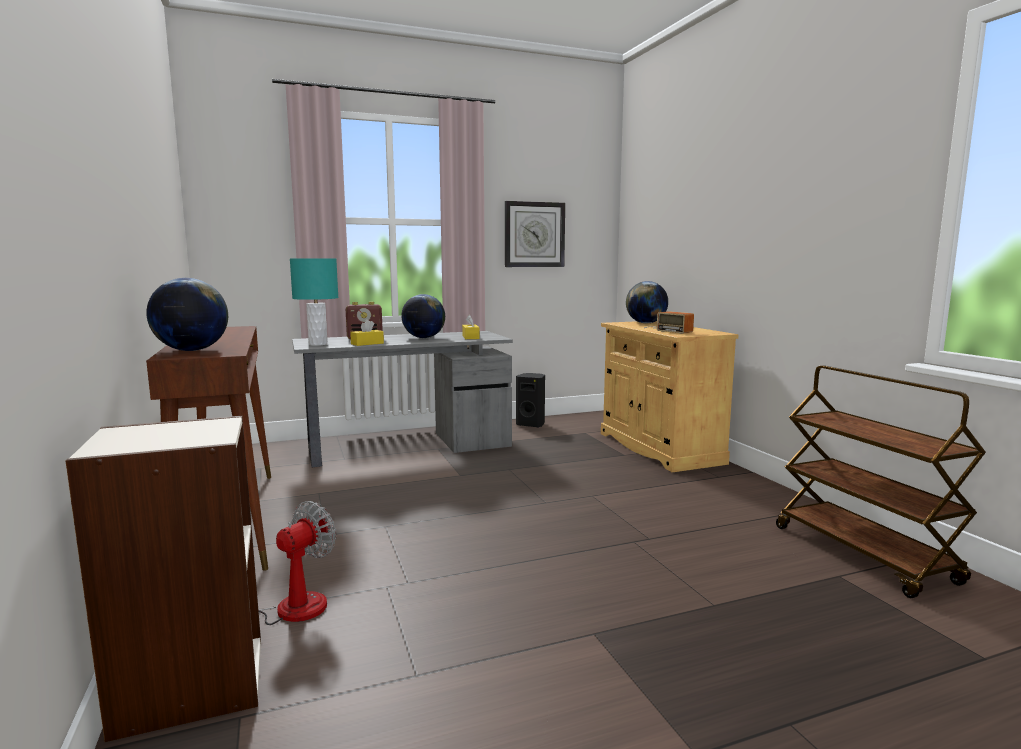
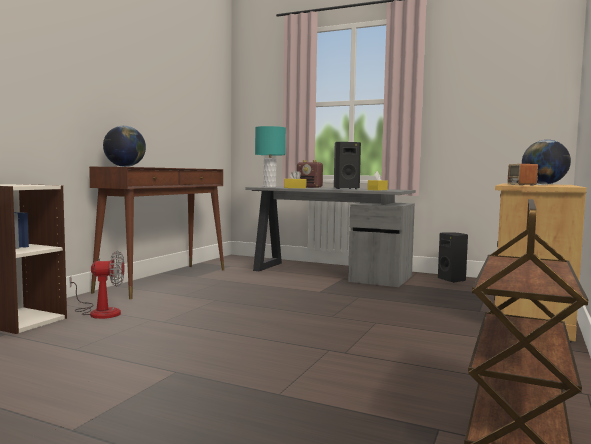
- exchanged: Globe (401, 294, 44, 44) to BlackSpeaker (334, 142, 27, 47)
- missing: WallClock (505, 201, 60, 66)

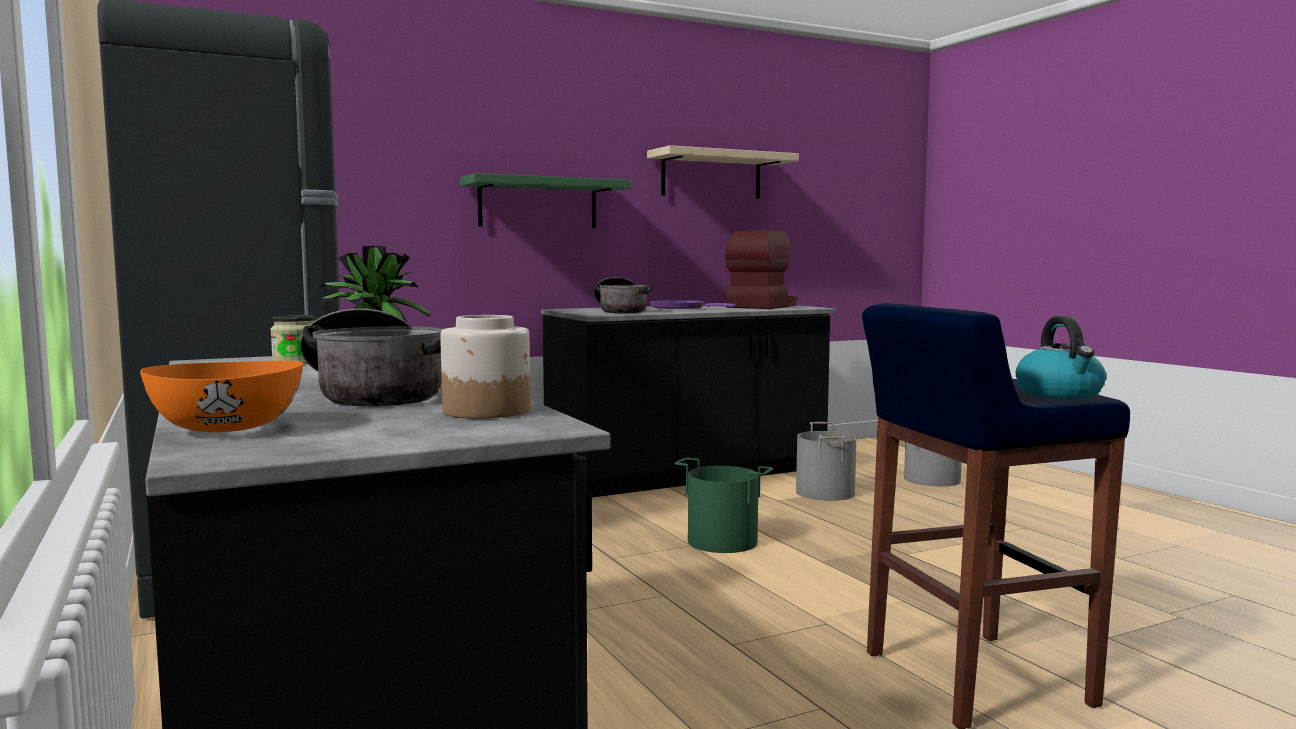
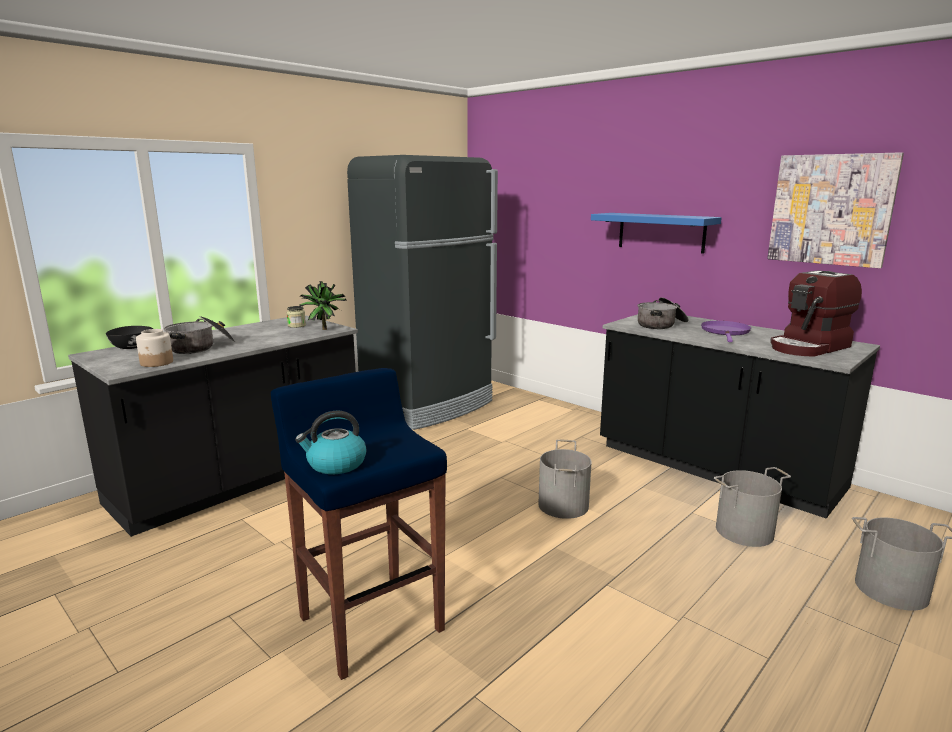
- colour: OrangeBowl (140, 361, 163, 71) to BlackBowl (106, 326, 47, 23)
- colour: GreenShelf (460, 173, 171, 55) to BlueShelf (591, 213, 131, 41)
- exchanged: BeigeShelf (647, 145, 152, 54) to Picture (767, 152, 137, 116)
- colour: GreenBucket (674, 458, 99, 95) to GreyBucket (538, 440, 54, 79)
- spun: CoffeeMachine (725, 229, 73, 80) = (770, 270, 92, 87) 135 degrees clockwise

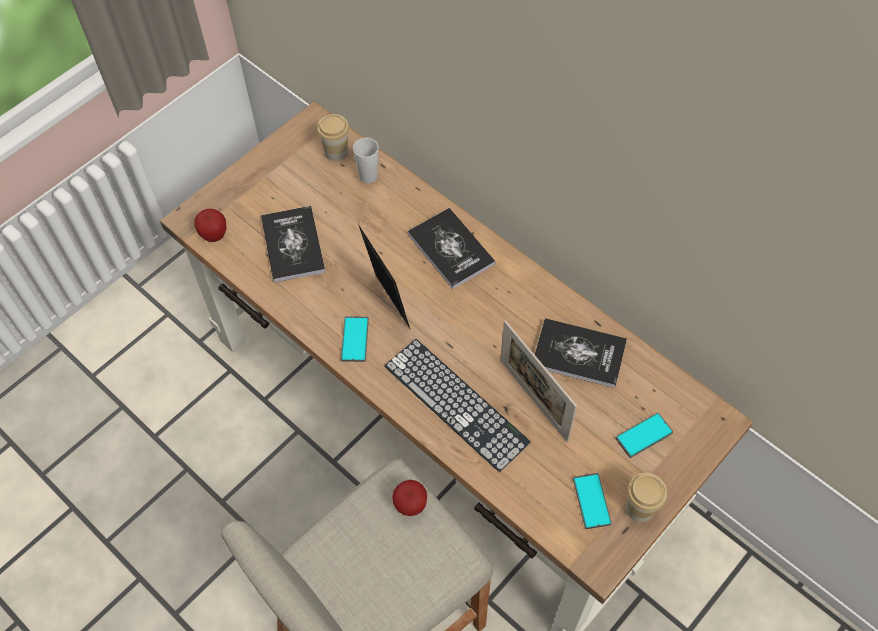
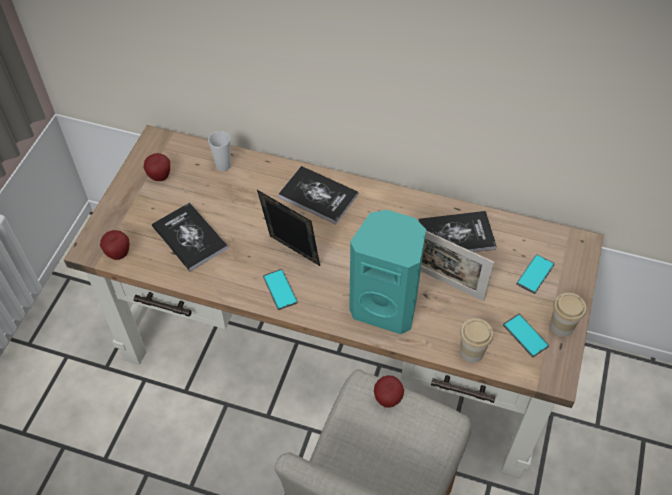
- relocated: Cup (317, 114, 32, 47) to (460, 318, 33, 45)
- exchanged: Keyboard (384, 339, 146, 133) to TurquoiseSpeaker (349, 210, 77, 124)
- appeared: Apple (144, 153, 26, 28)

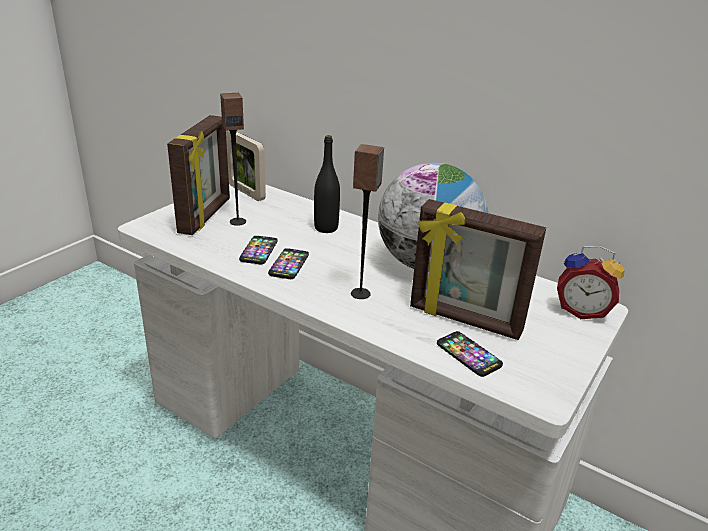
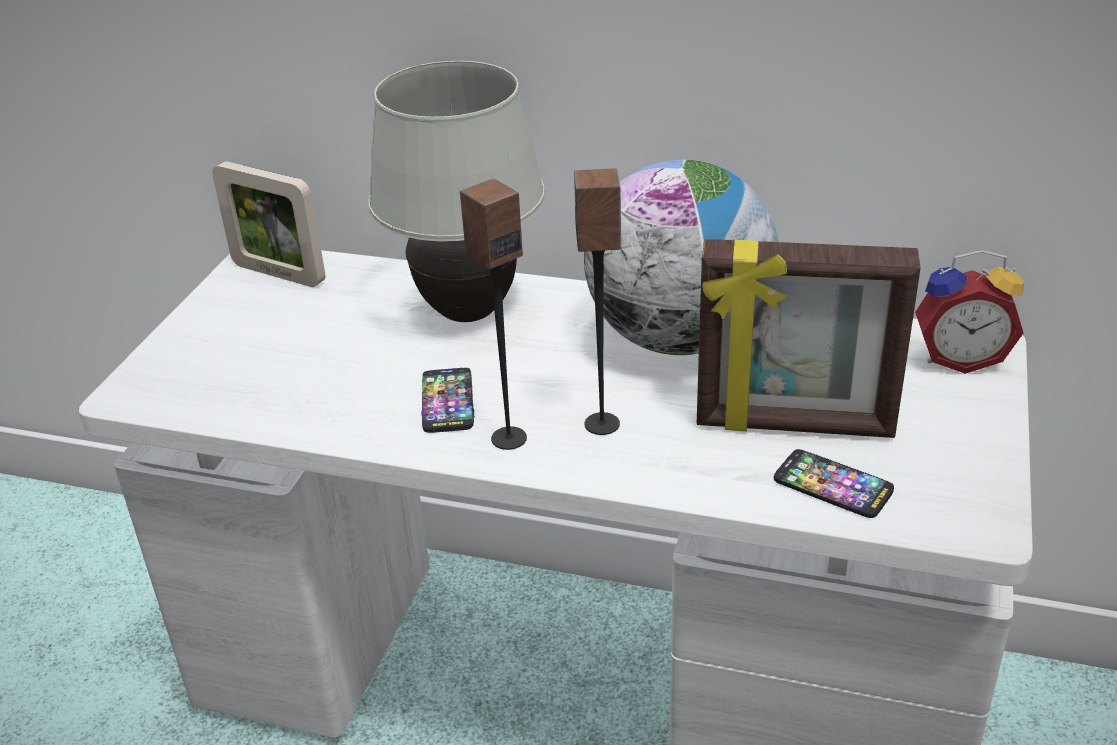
- missing: PictureFrame (167, 115, 63, 120)
- relocated: Speaker (220, 93, 26, 133) to (460, 178, 67, 272)
- missing: Phone (239, 236, 38, 28)
- exchanged: BlackBottle (314, 135, 26, 98) to WhiteTableLamp (368, 61, 177, 261)

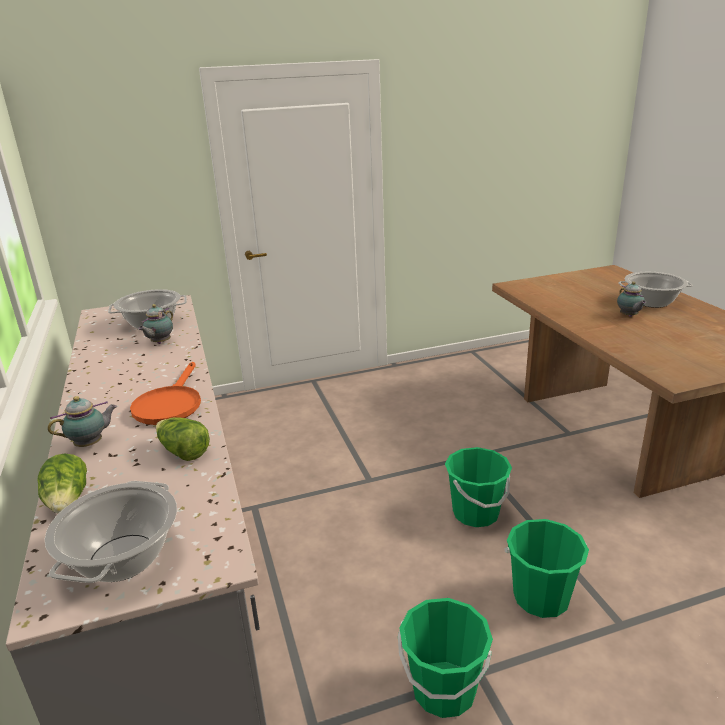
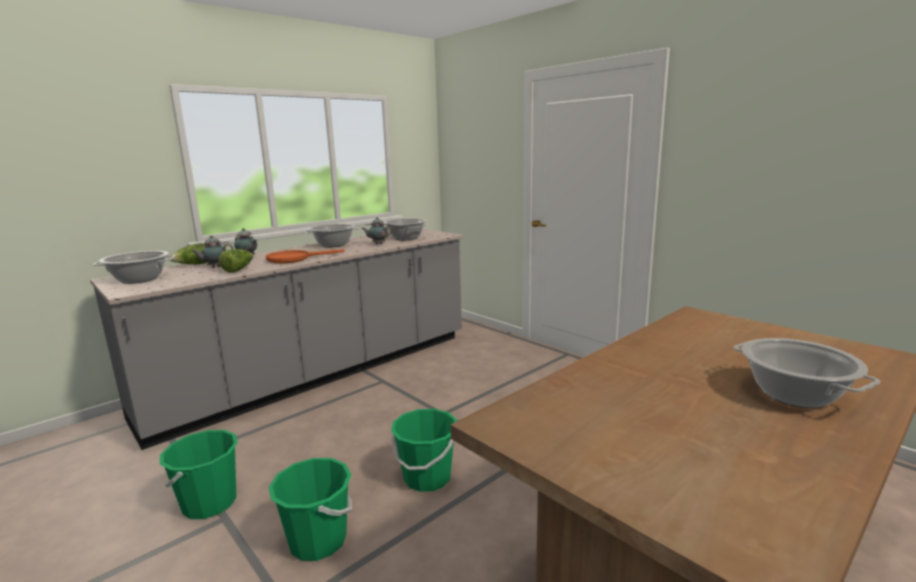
- relocated: Teapot (617, 282, 29, 35) to (191, 235, 42, 33)
- appeared: CookingPot (304, 224, 56, 23)

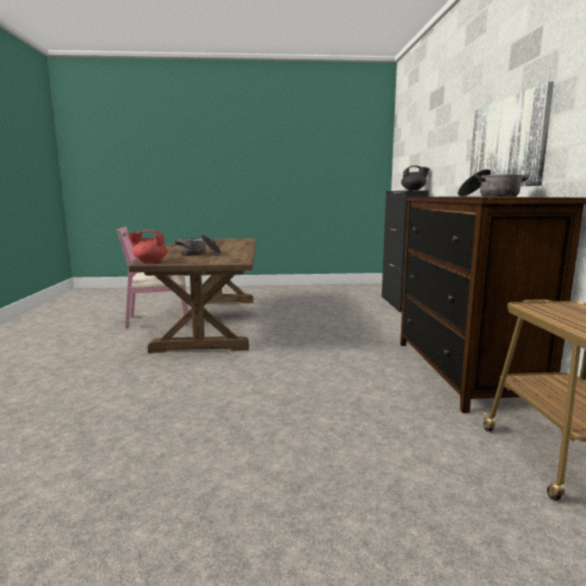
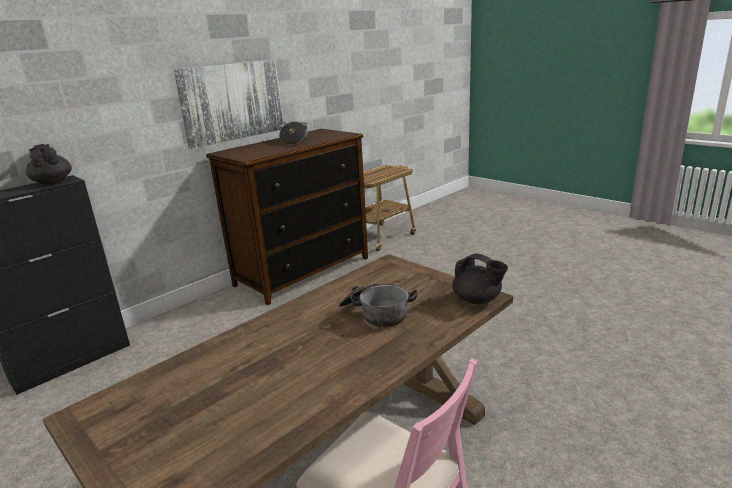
- colour: RedTeapot (127, 230, 40, 33) to BlackTeapot (452, 254, 56, 50)

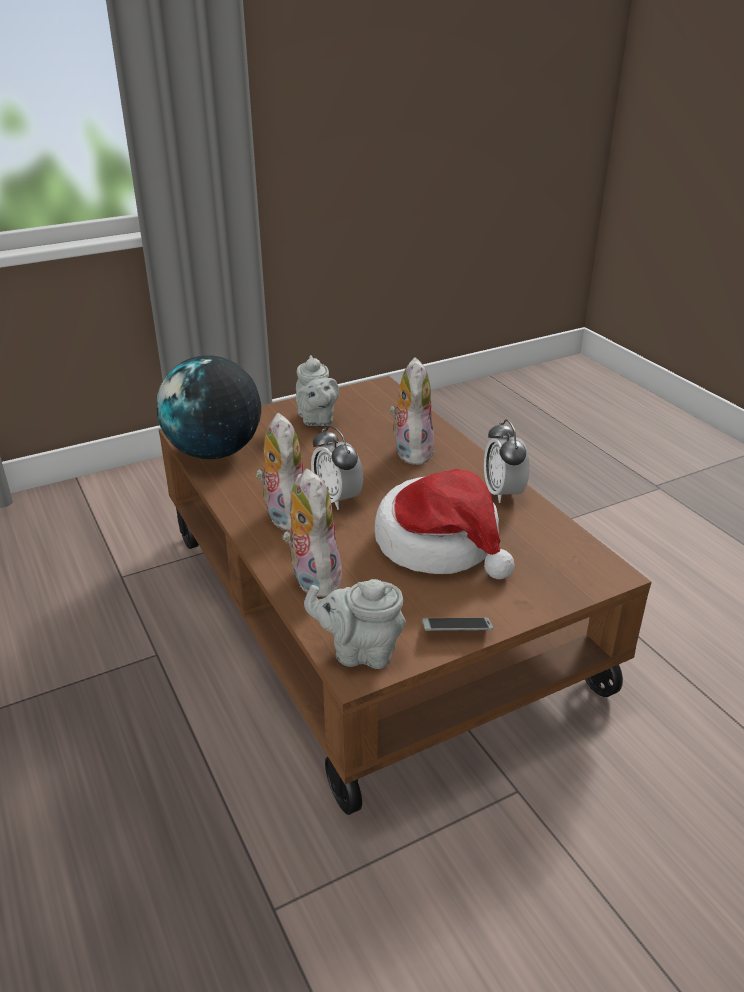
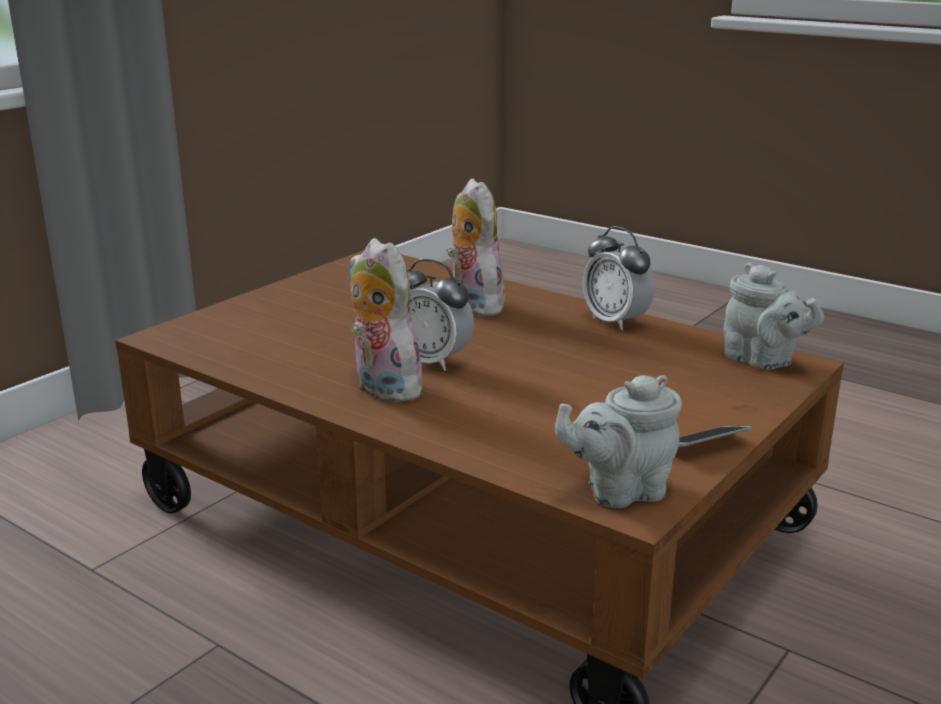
- missing: Globe (157, 355, 104, 104)
- missing: PlushToy (282, 469, 63, 128)
- relocated: GreyTeapot (296, 355, 43, 71) to (723, 263, 101, 107)
- missing: Hat (375, 469, 140, 110)

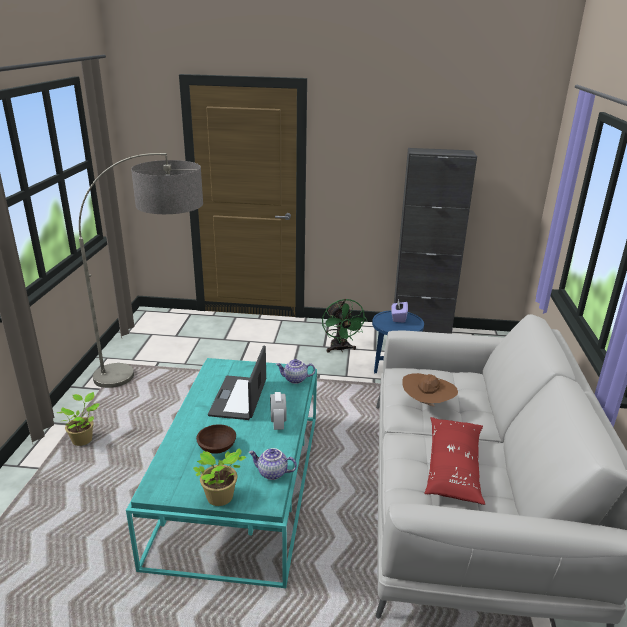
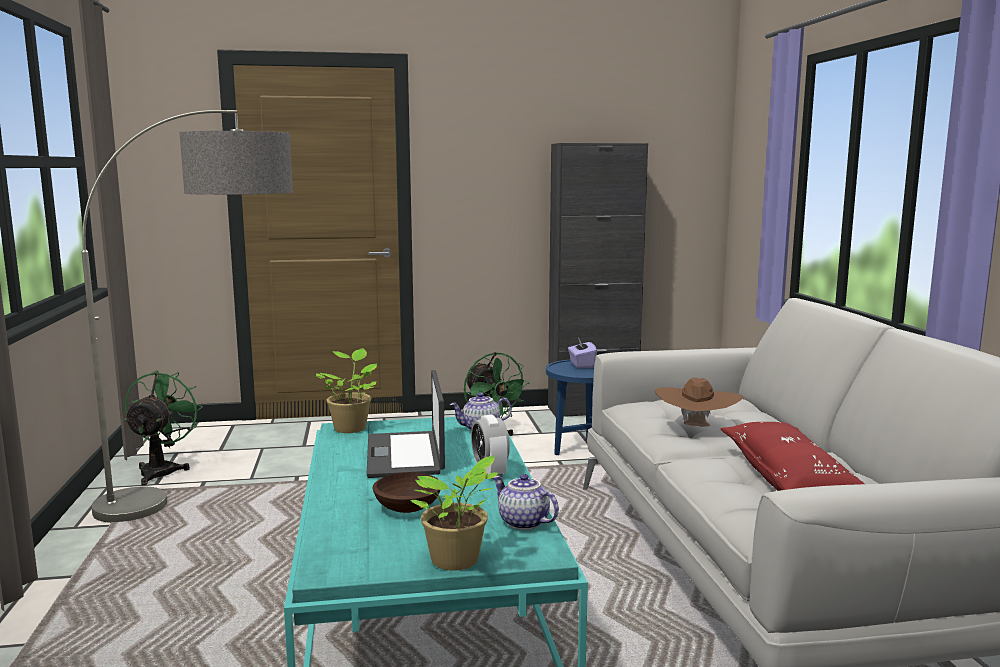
- relocated: PottedPlant (57, 392, 43, 54) to (315, 348, 62, 85)
- spun: Teapot (249, 448, 48, 32) = (493, 474, 66, 56) 45 degrees clockwise
- appeared: GreenFan (124, 370, 79, 115)

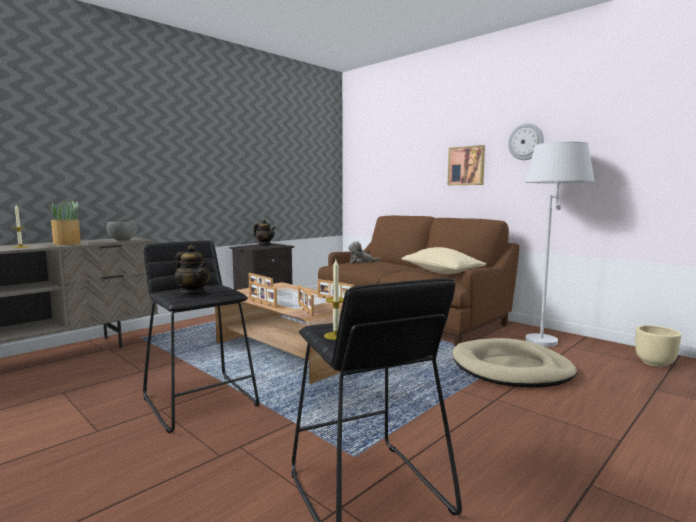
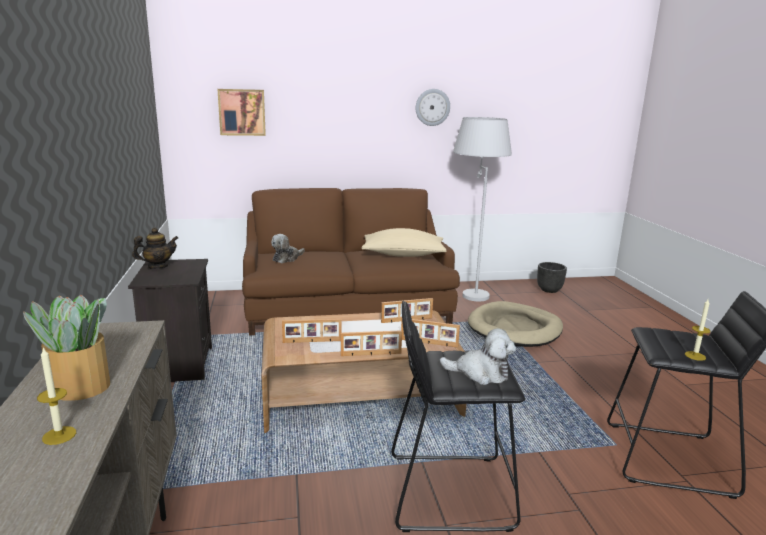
- missing: GreyBowl (107, 220, 30, 20)
- exchanged: Teapot (175, 245, 35, 50) to PlushToy (440, 328, 76, 57)
- relocated: Picture (448, 145, 37, 40) to (217, 89, 49, 47)
- colour: BeigePlanter (635, 325, 46, 42) to BlackPlanter (537, 262, 30, 31)

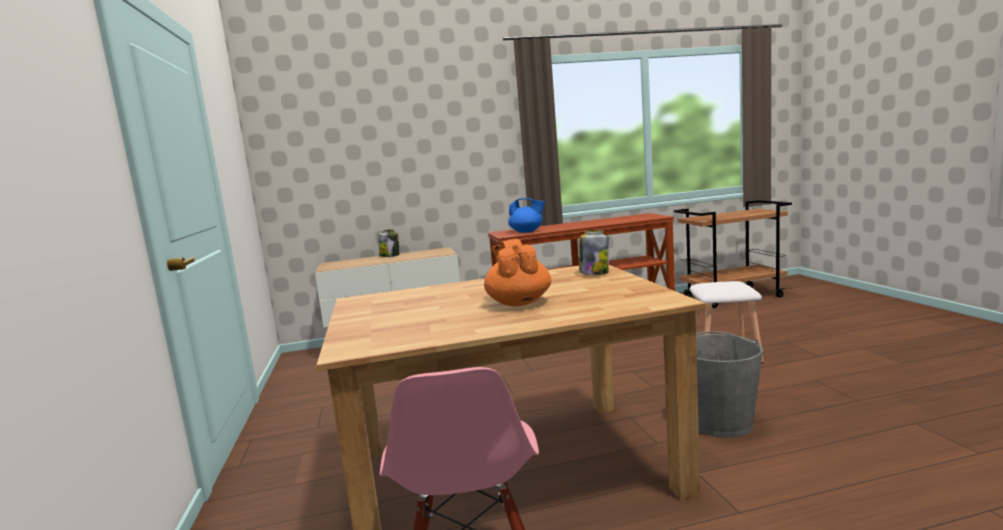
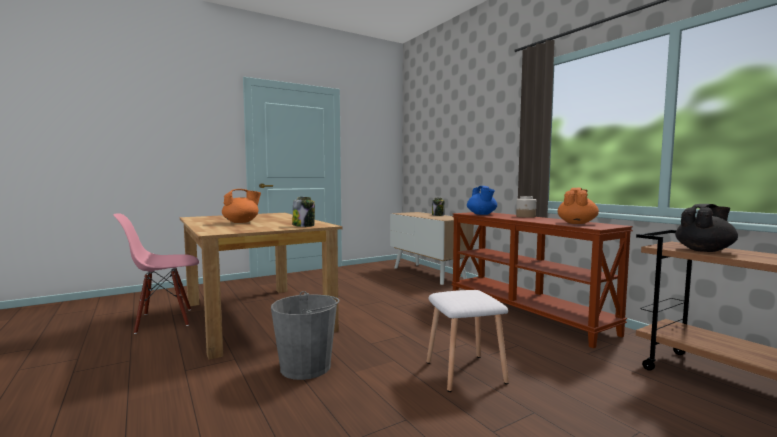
- appeared: Jar (516, 196, 20, 22)
- appeared: OrangeTeapot (558, 188, 41, 36)
- appeared: BlackTeapot (675, 204, 63, 48)

